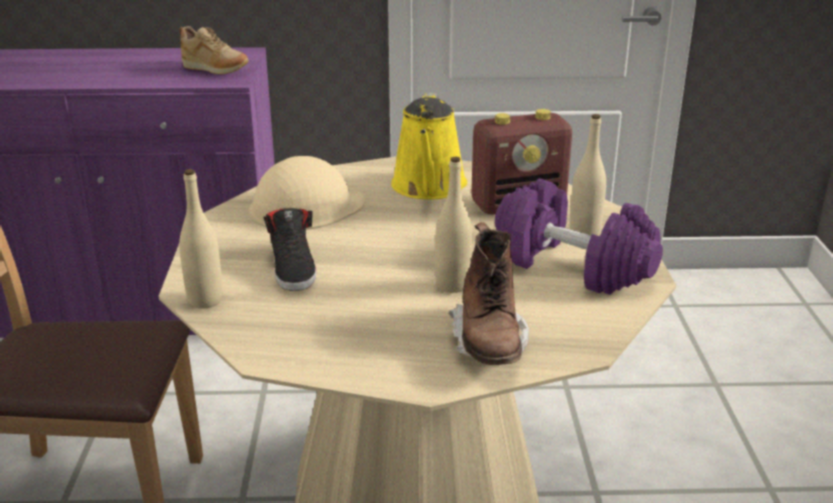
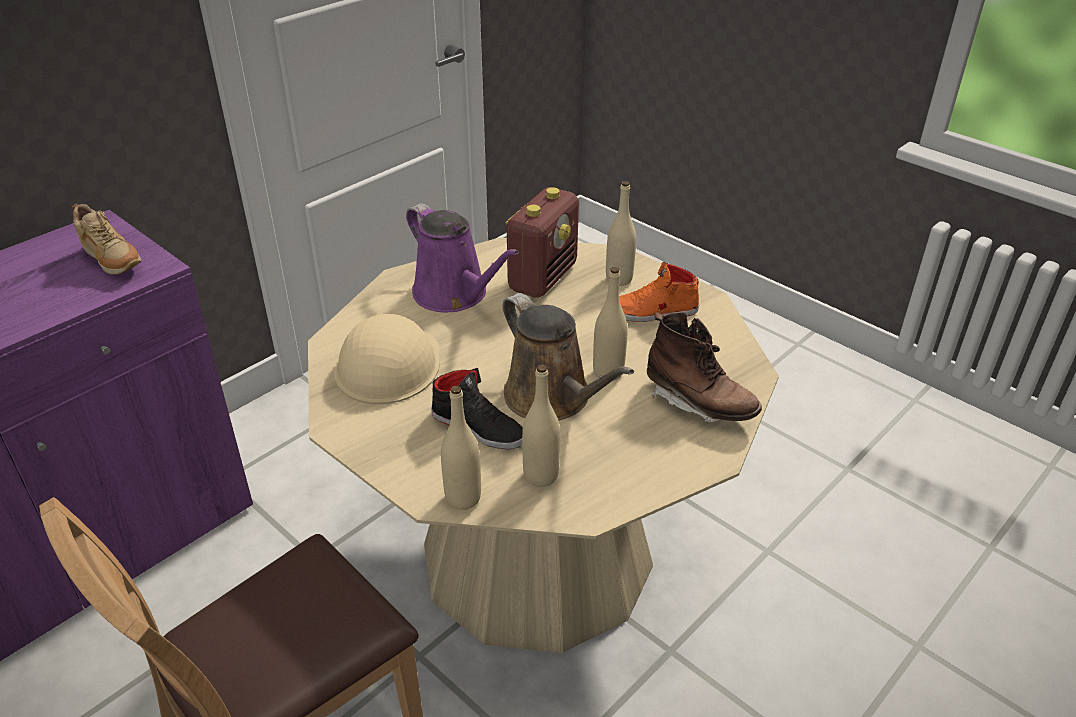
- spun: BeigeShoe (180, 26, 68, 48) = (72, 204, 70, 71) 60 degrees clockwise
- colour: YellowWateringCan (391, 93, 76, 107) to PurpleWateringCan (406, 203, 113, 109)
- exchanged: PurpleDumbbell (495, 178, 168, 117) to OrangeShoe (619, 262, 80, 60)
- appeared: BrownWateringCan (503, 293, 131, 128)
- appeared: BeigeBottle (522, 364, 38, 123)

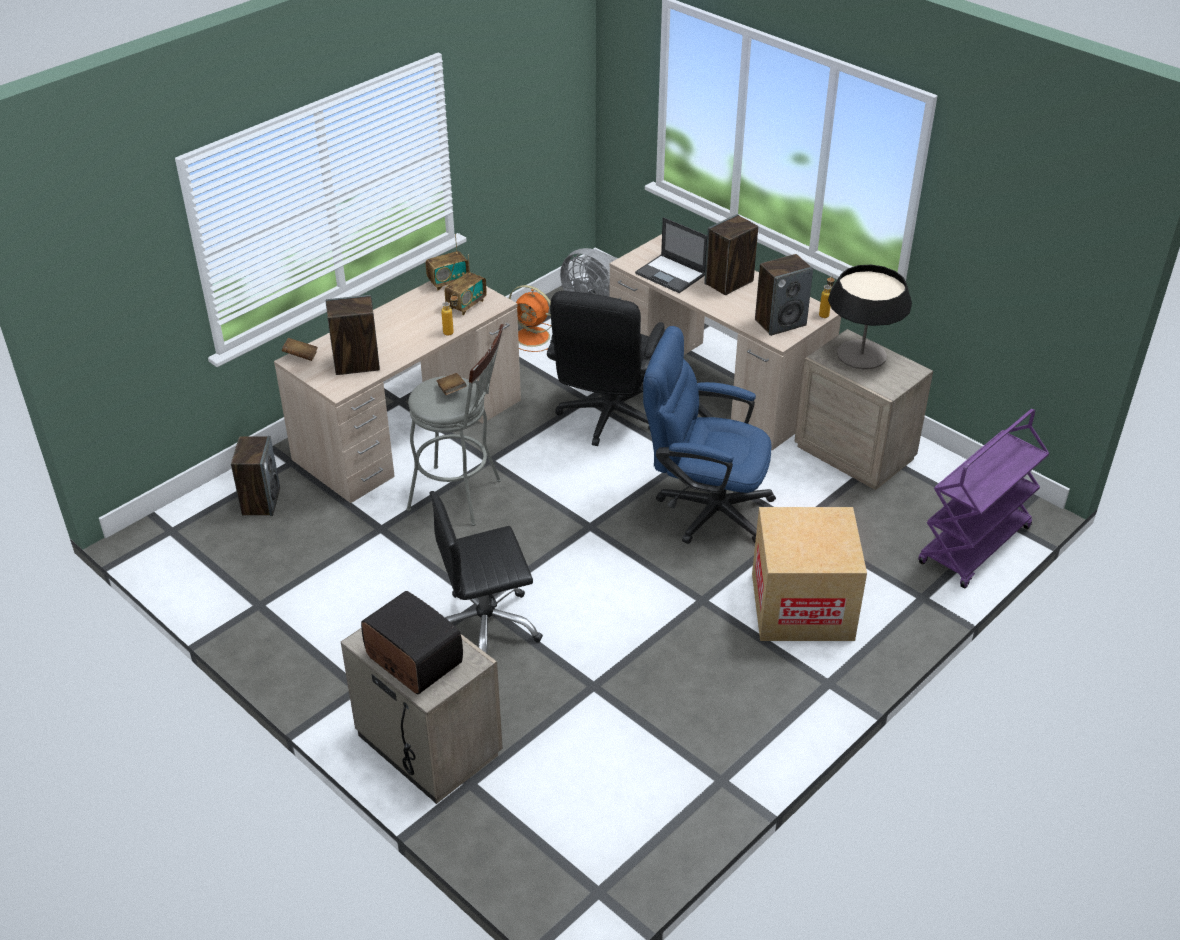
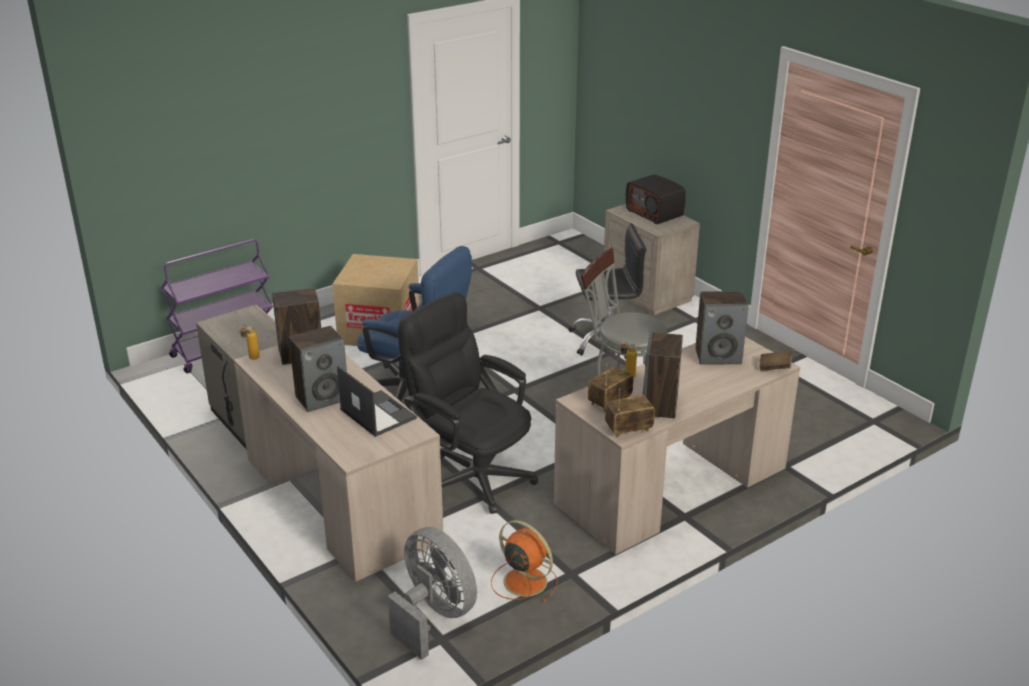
- relocated: Speaker (231, 436, 49, 80) to (643, 332, 40, 86)
- missing: BrownBook (437, 373, 30, 22)
- spun: BlackOfficeChair (547, 291, 118, 155) = (398, 292, 140, 222) 75 degrees counterclockwise
- missing: TableLamp (828, 265, 84, 104)

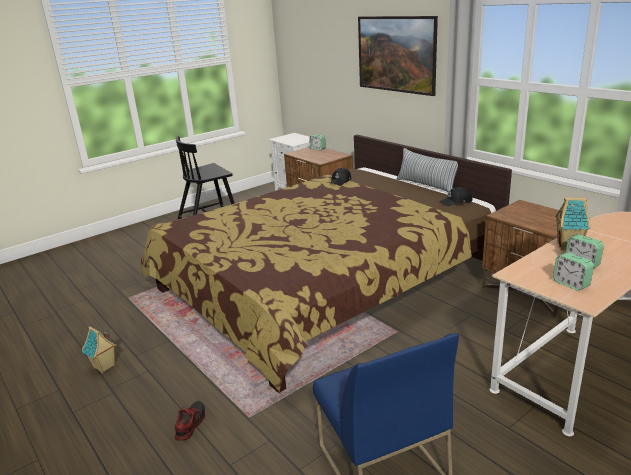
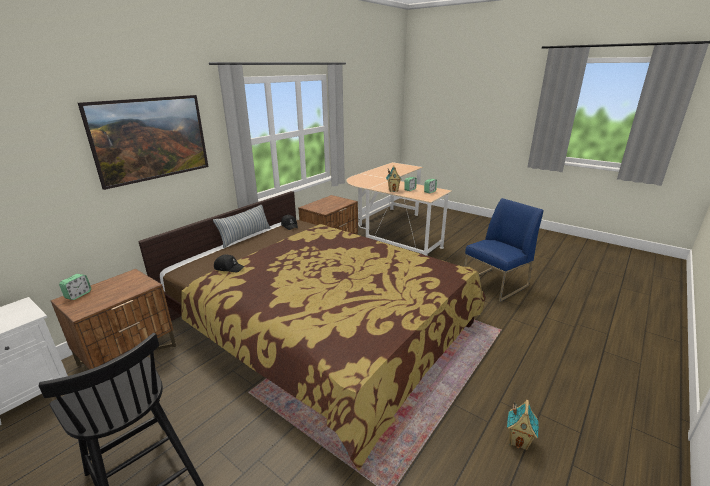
- missing: Shoe (175, 401, 30, 40)

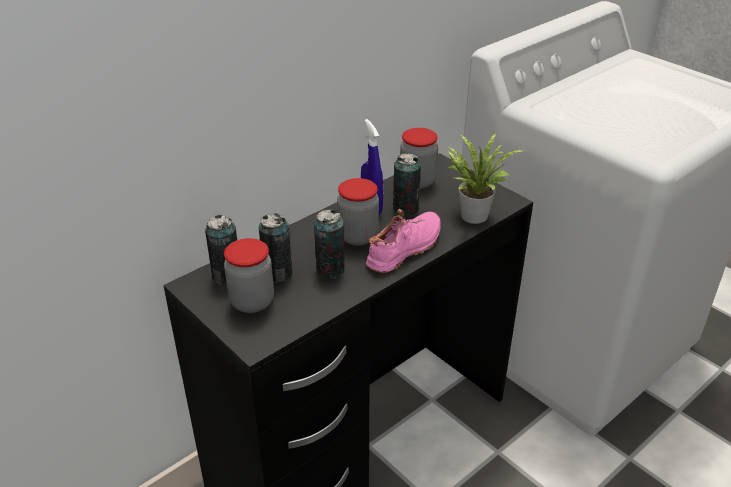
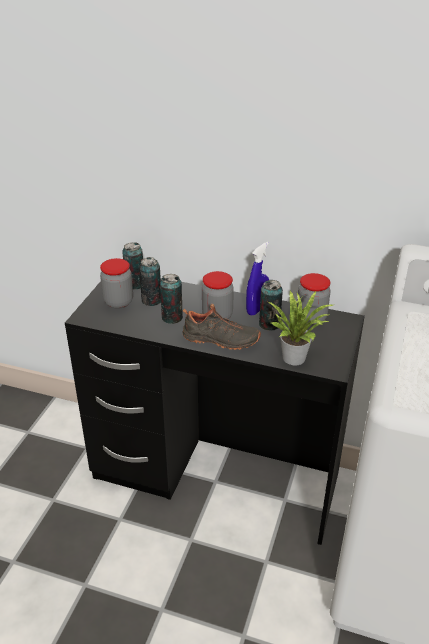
- colour: PinkShoe (366, 209, 75, 64) to BlackShoe (182, 304, 79, 46)

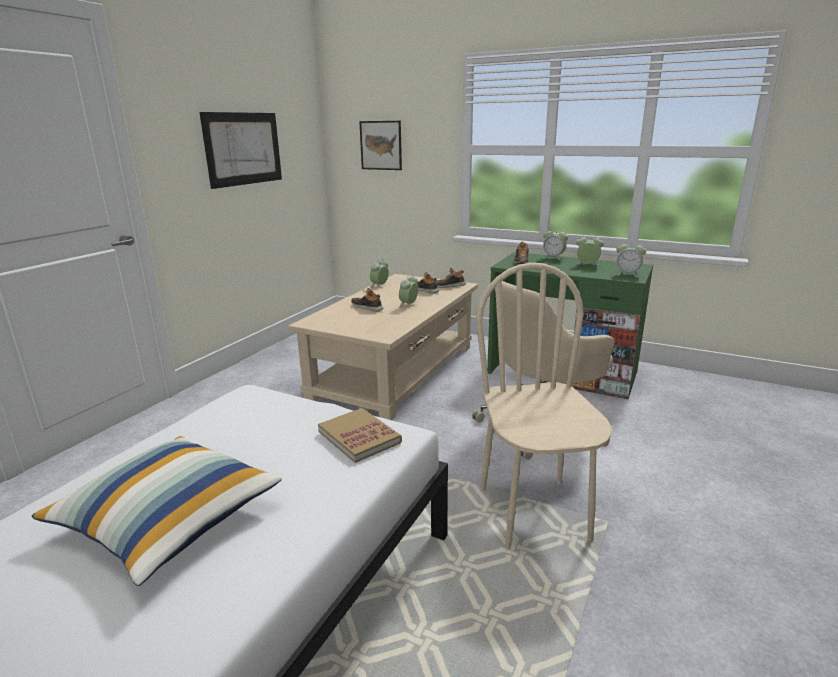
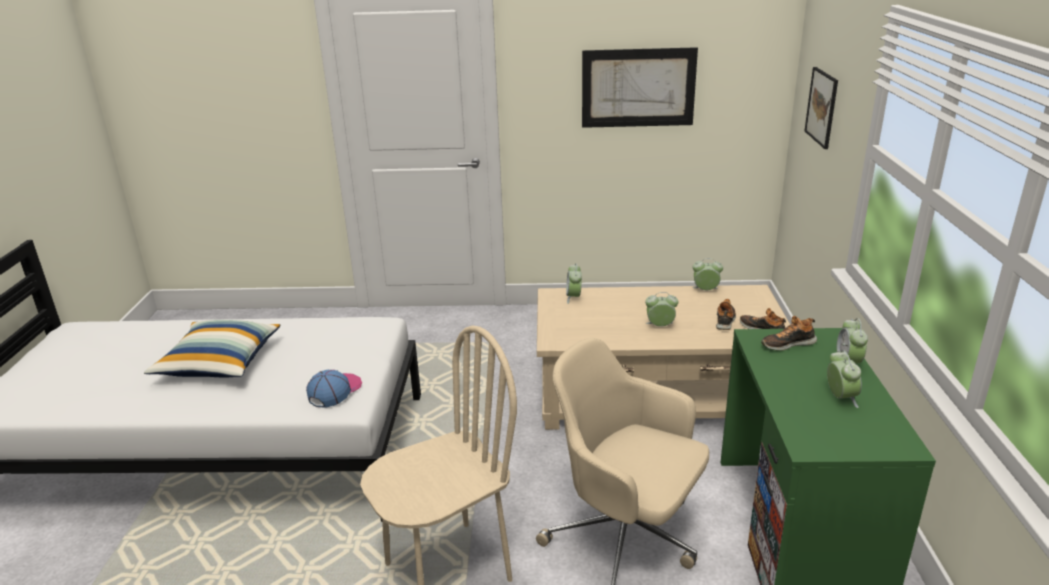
- exchanged: Book (318, 408, 84, 55) to Cap (306, 370, 56, 38)
- missing: Shoe (351, 288, 32, 24)
- relocated: AlarmClock (616, 240, 30, 37) to (566, 263, 16, 41)

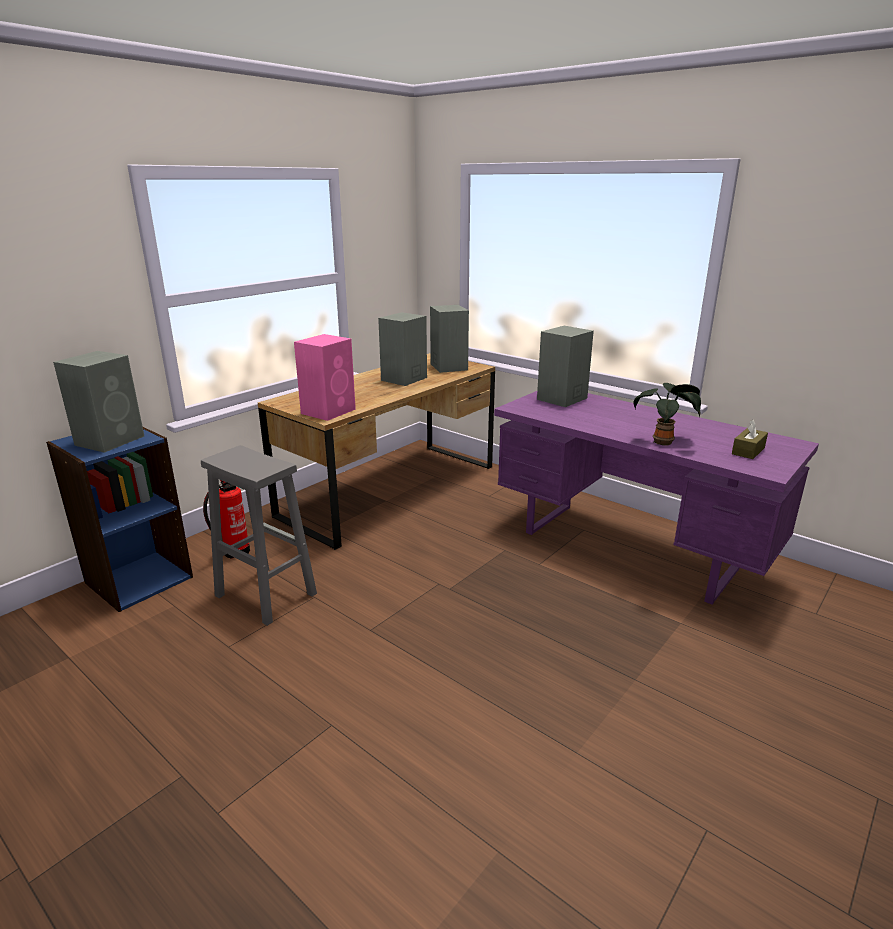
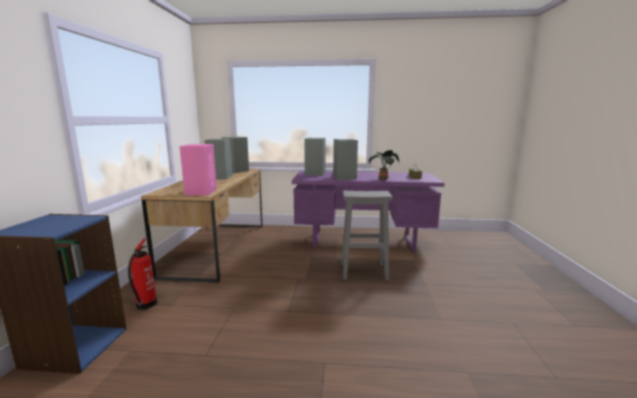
- relocated: GreySpeaker (53, 351, 91, 102) to (333, 139, 25, 41)
- relocated: GreyStool (201, 445, 116, 181) to (341, 191, 52, 89)

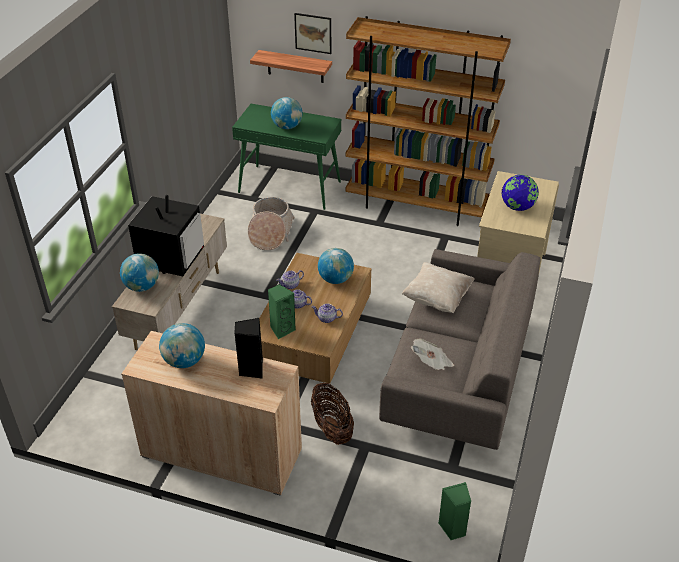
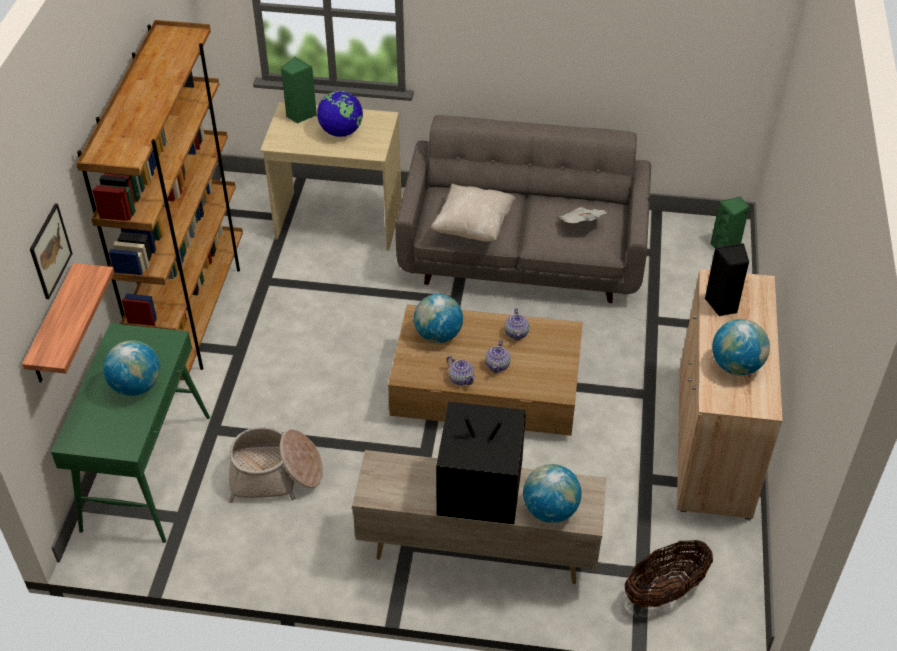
- relocated: GreenSpeaker (268, 284, 28, 55) to (281, 57, 36, 67)
- relocated: Basket (311, 383, 43, 62) to (625, 540, 88, 68)

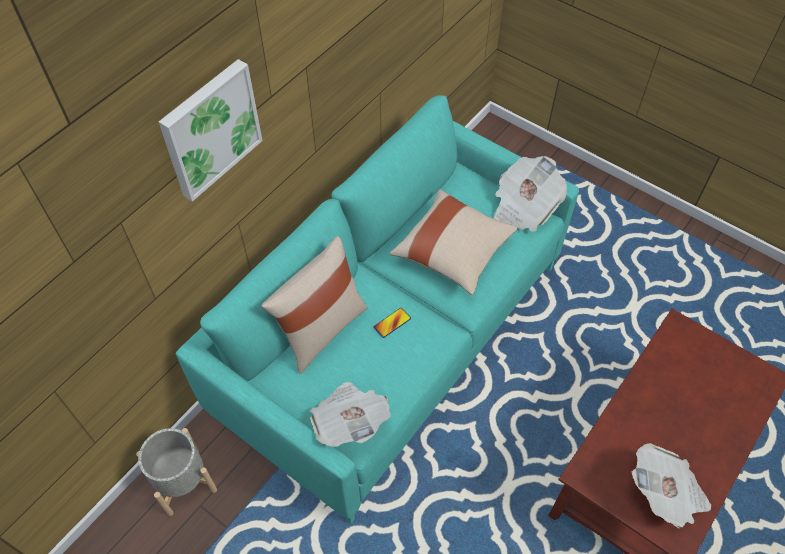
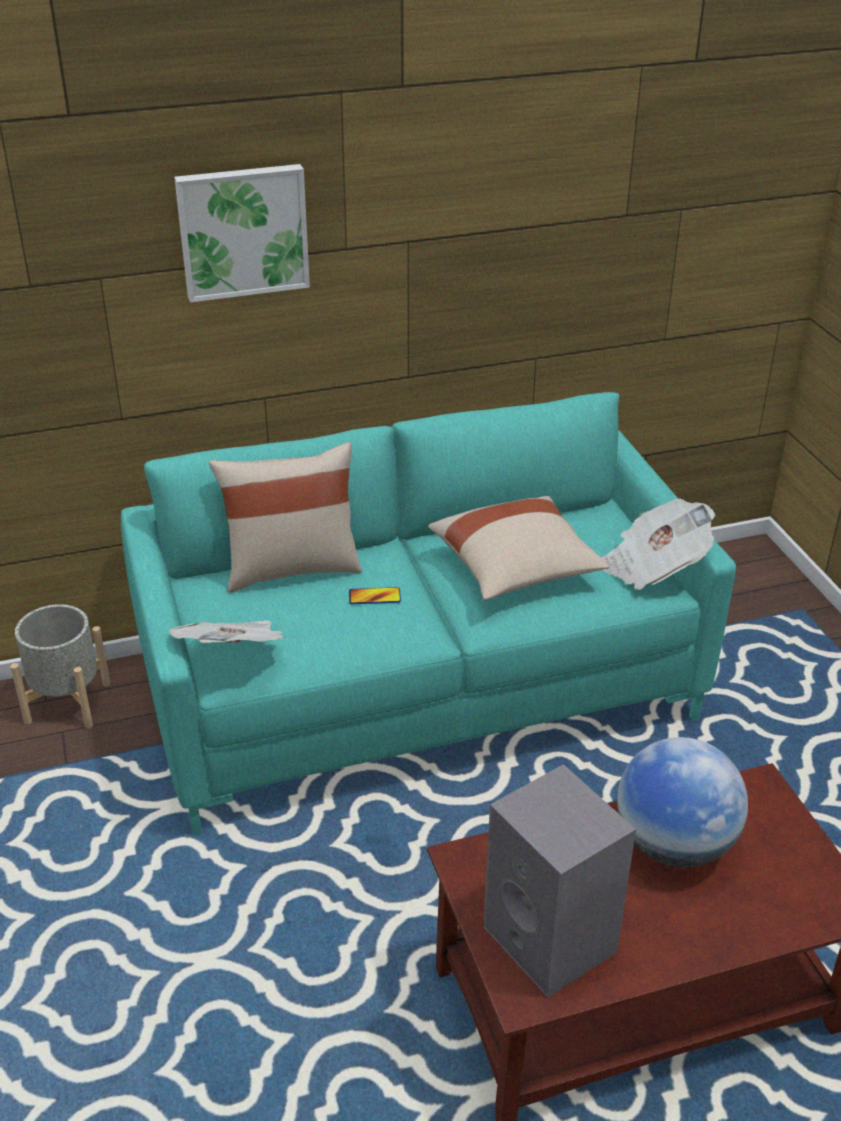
- exchanged: Newspaper (632, 443, 79, 85) to GreySpeaker (484, 764, 152, 234)
- appeared: Globe (617, 737, 131, 131)

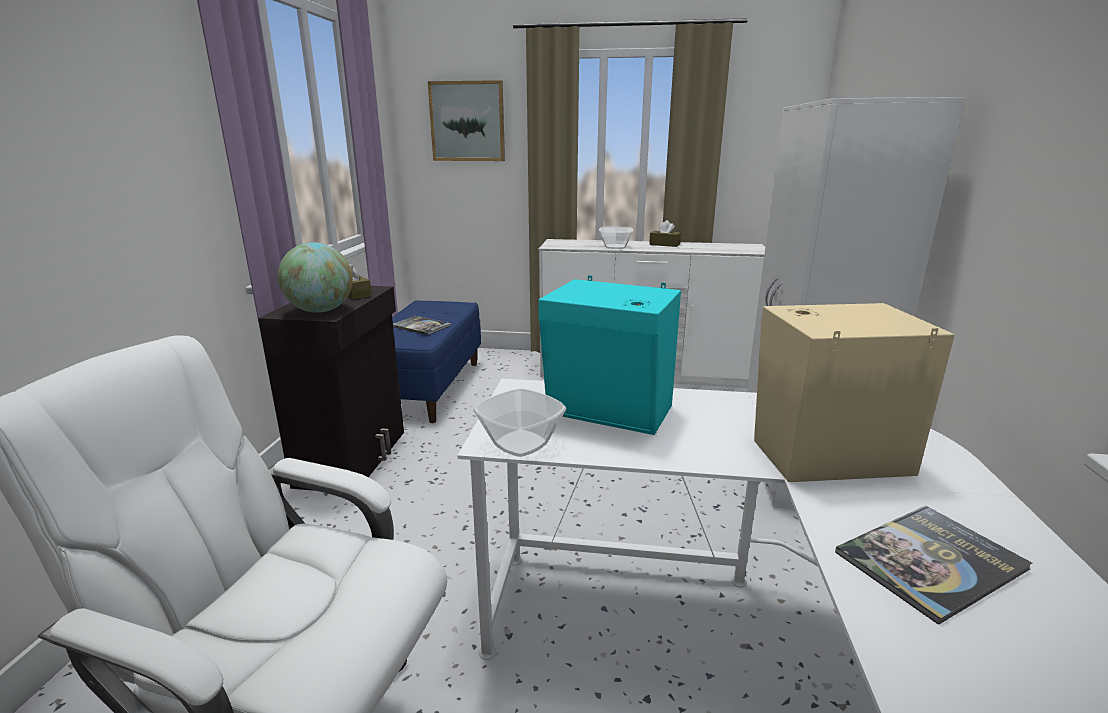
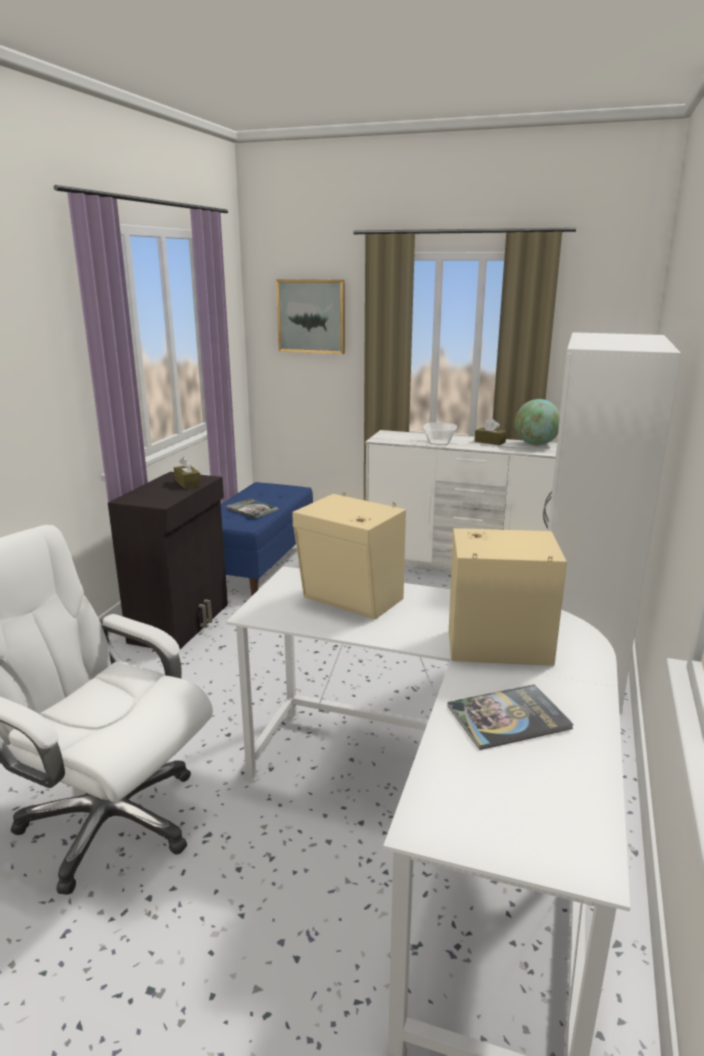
- relocated: Globe (278, 243, 75, 70) to (515, 399, 45, 46)
- missing: Bowl (474, 388, 92, 69)
- colour: TurquoiseSpeaker (538, 275, 143, 160) to BeigeSpeaker (292, 492, 114, 128)

